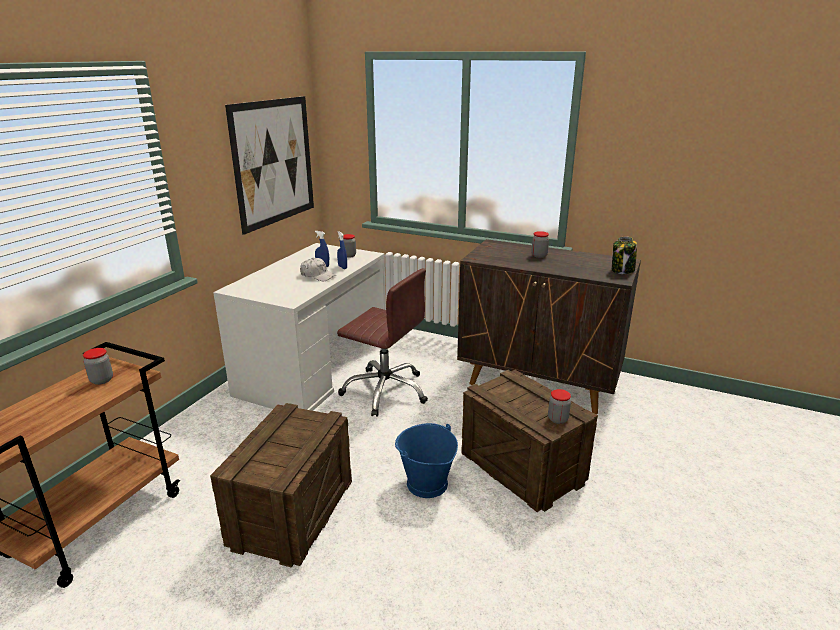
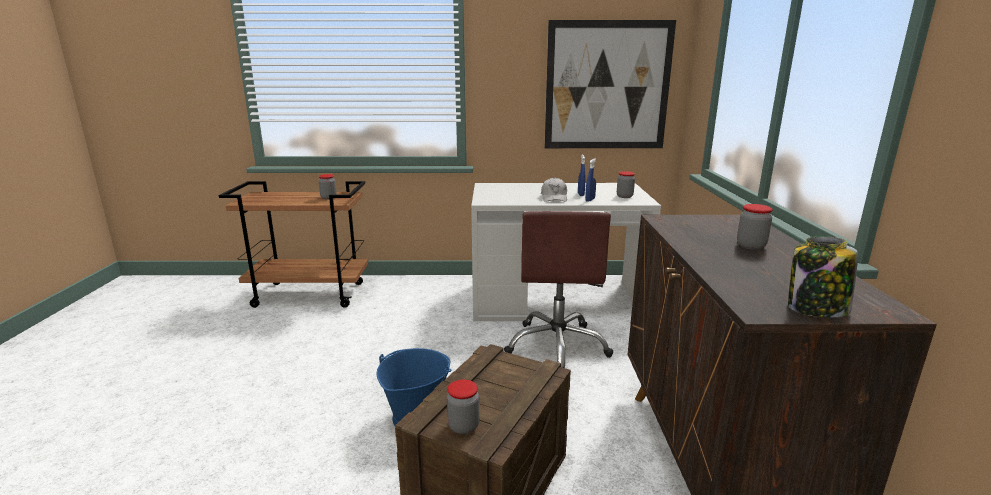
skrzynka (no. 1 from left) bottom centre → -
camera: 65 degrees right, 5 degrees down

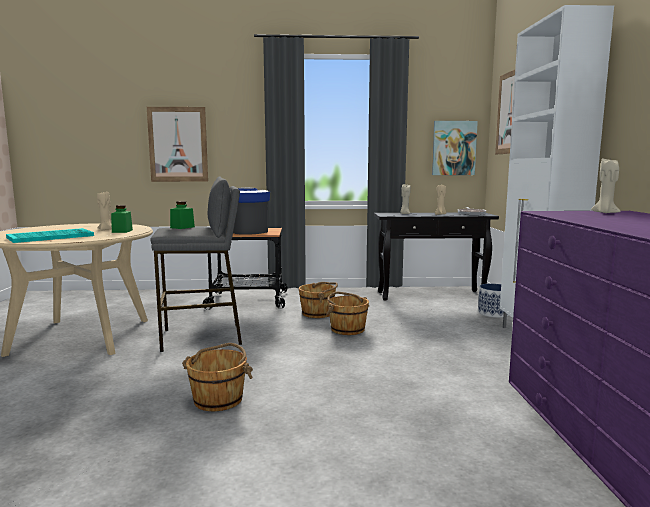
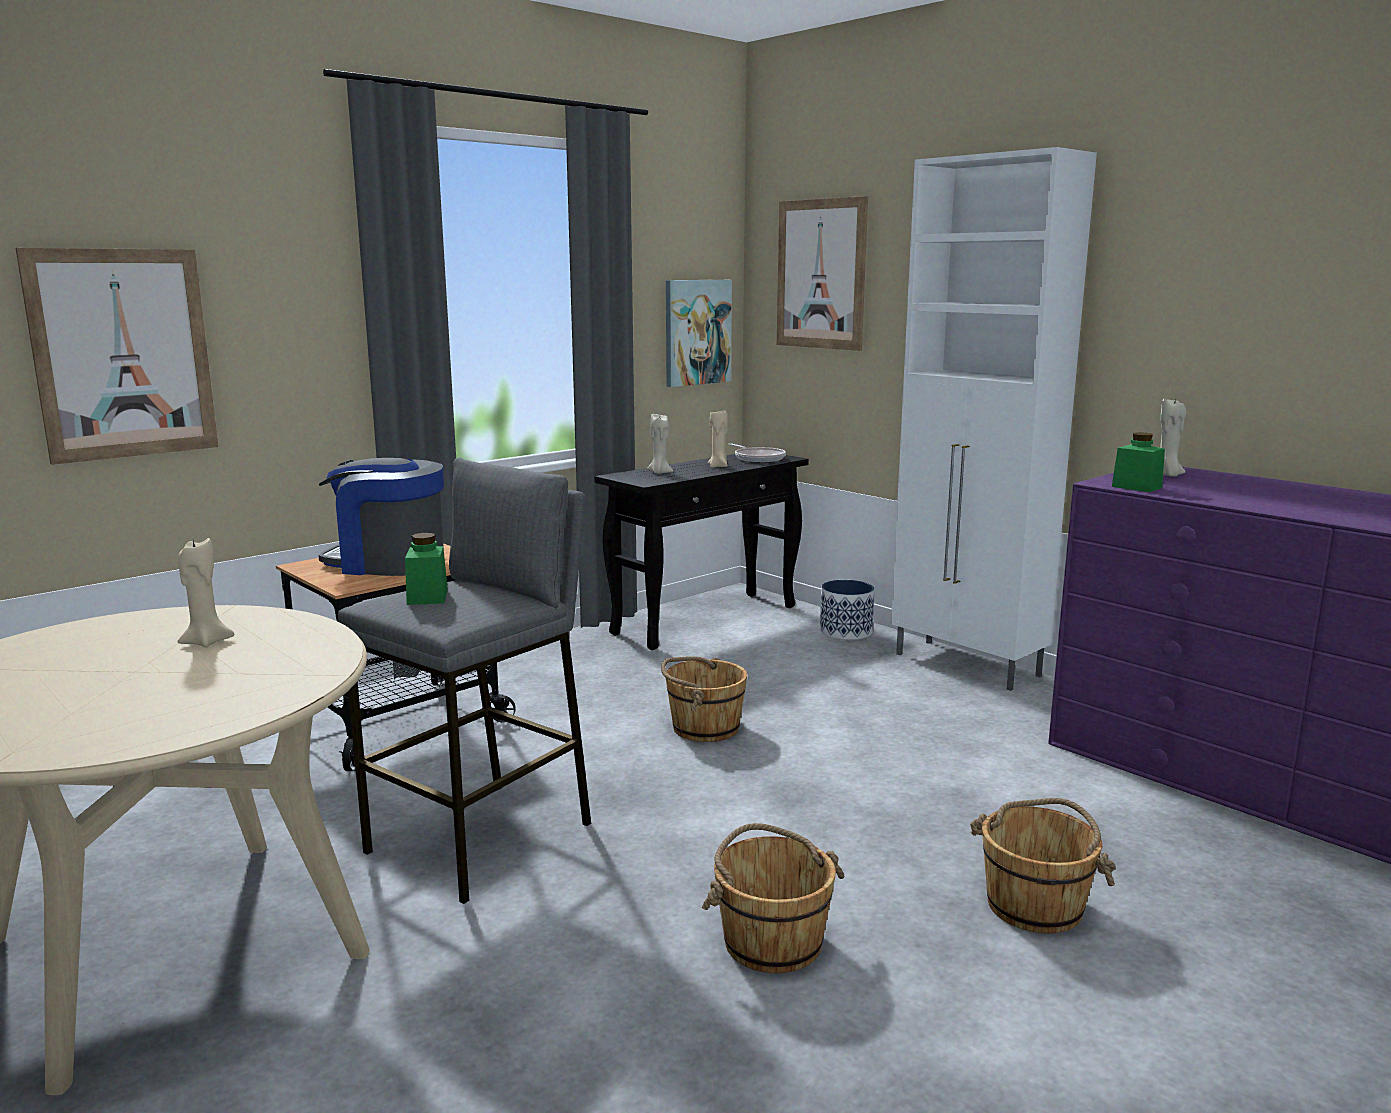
słoik/zielony (no. 1 from left in the first image) middle left → słoik/zielony (no. 2 from left) middle right, relocated
taca/turkusowy middle left → -
wiadro/brązowy (no. 2 from left in the first image) centre → wiadro/brązowy (no. 3 from left) bottom right, relocated
camera: 40 degrees left, 5 degrees up

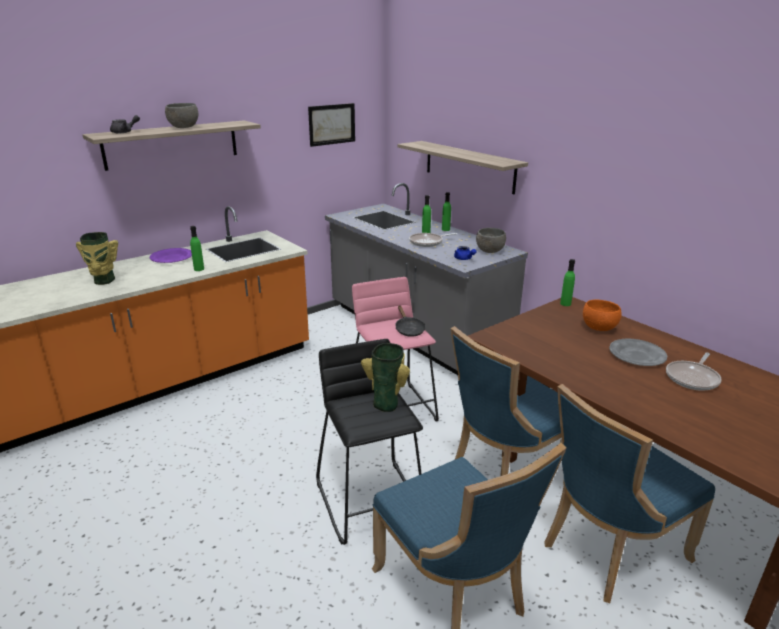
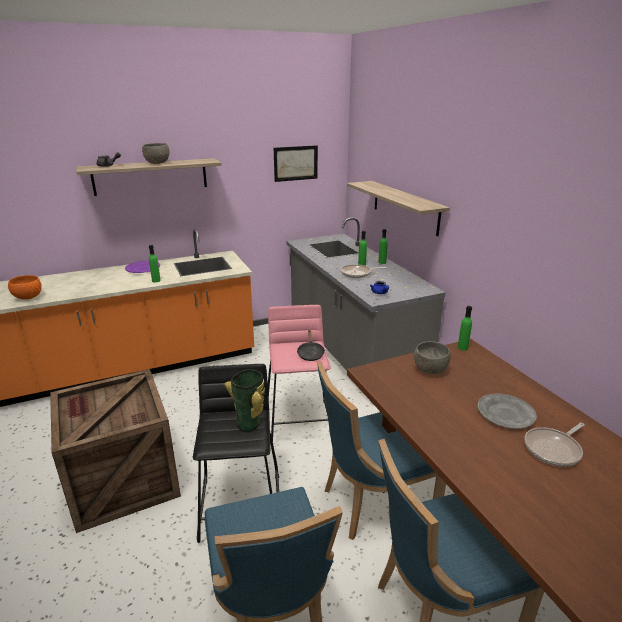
miska/szary (no. 2 from left) centre → miska/szary (no. 2 from left) middle right, relocated
wazon (no. 1 from left) middle left → -
miska/pomarańczowy middle right → miska/pomarańczowy middle left, relocated
- → skrzynka bottom left
camera: 15 degrees right, 0 degrees up

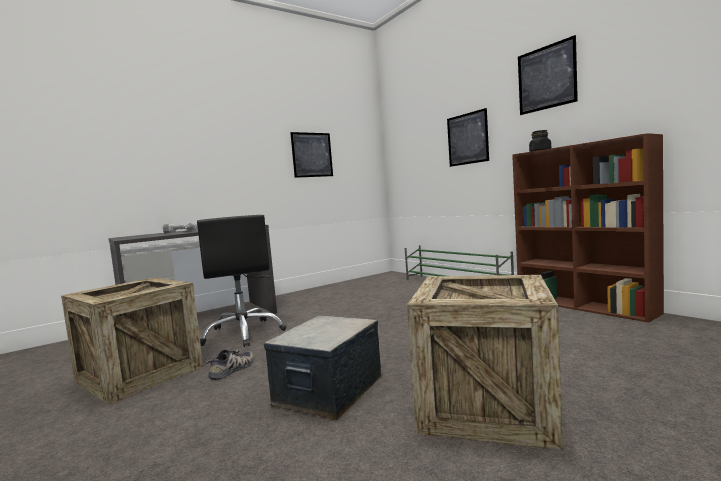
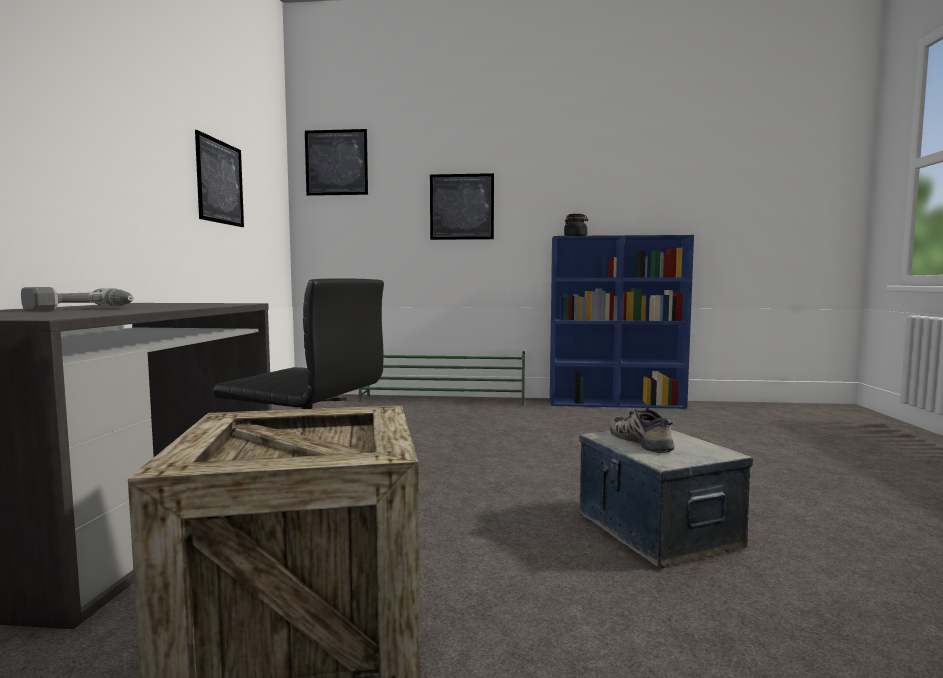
obraz (no. 3 from left in the first image) top right → obraz (no. 2 from left) top centre, relocated
regał/brązowy middle right → regał/niebieski centre
skrzynka (no. 2 from left) bottom right → -
but bottom left → but middle right, relocated
camera: 50 degrees left, 0 degrees up

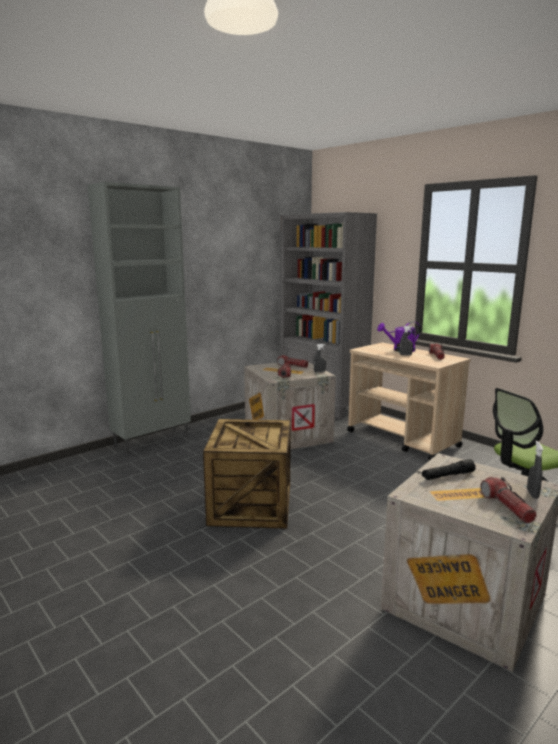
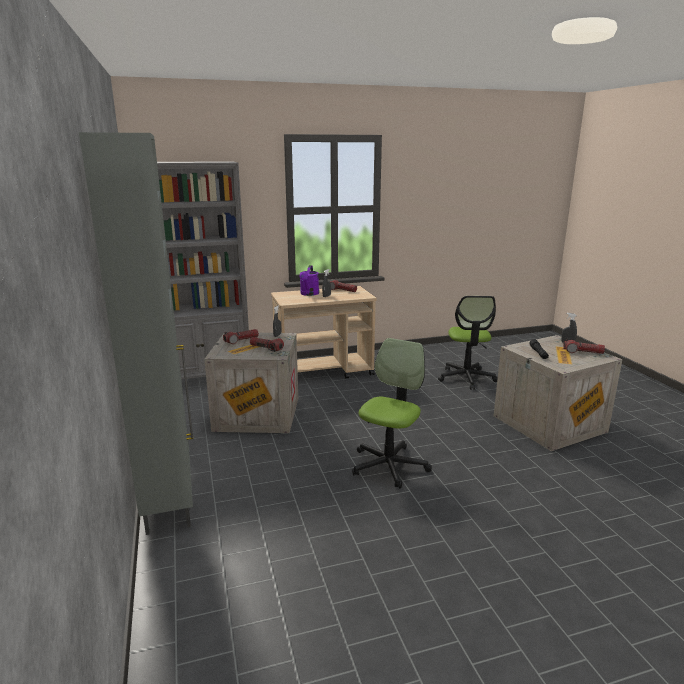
skrzynka (no. 1 from left) centre → krzesło biurowe (no. 1 from left) centre
camera: 65 degrees left, 5 degrees up

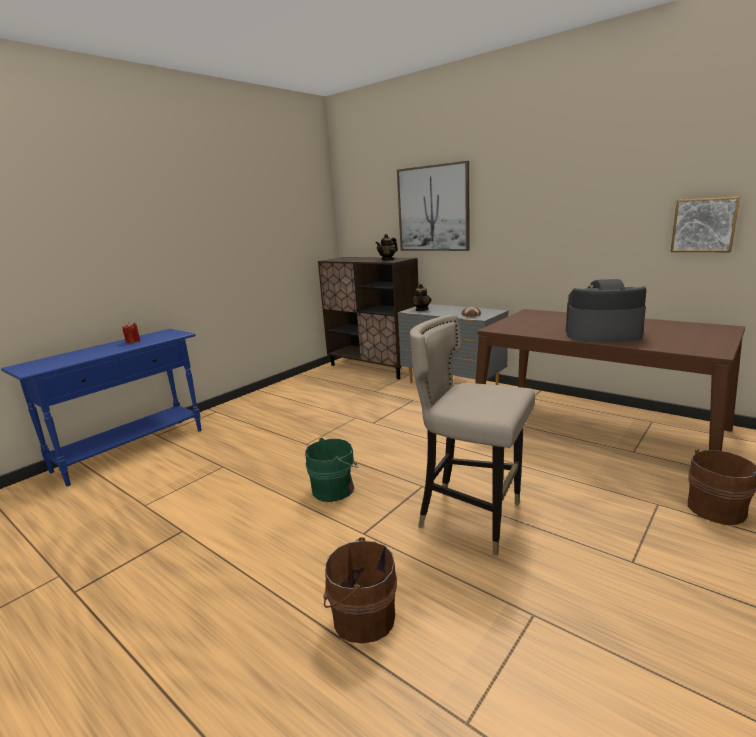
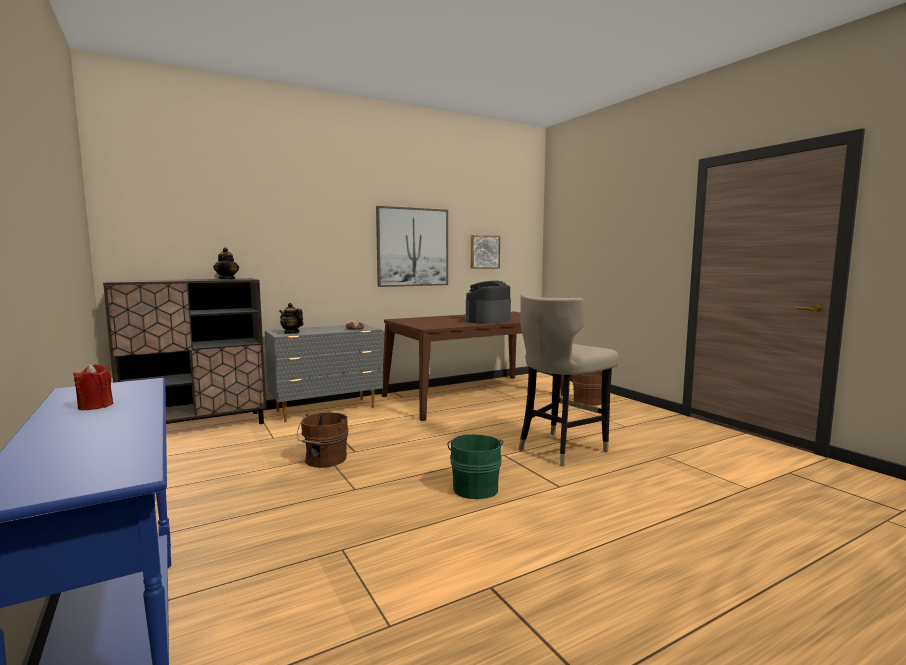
obraz (no. 1 from left) top centre → obraz (no. 1 from left) centre, relocated
wiadro/brązowy (no. 1 from left) bottom centre → wiadro/brązowy (no. 1 from left) centre, relocated
camera: 70 degrees left, 10 degrees down

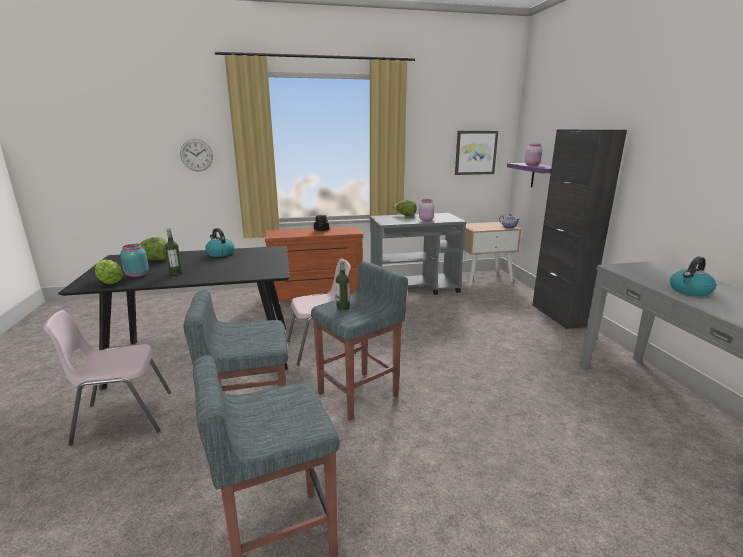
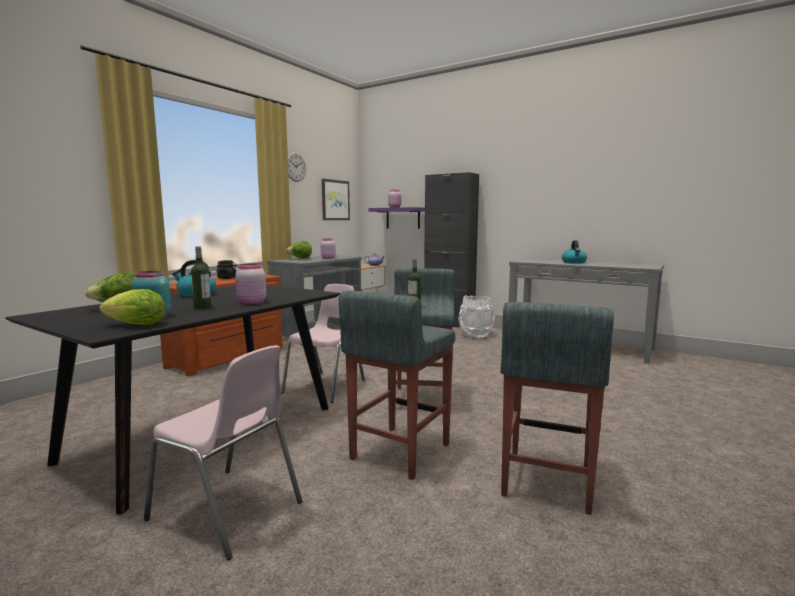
zegar ścienny top left → zegar ścienny top centre, relocated
krzesło/różowy (no. 1 from left) bottom left, 90 degrees counterclockwise
- → słoik/różowy (no. 1 from left) middle left
- → wiadro/biały centre
camera: 45 degrees left, 10 degrees down

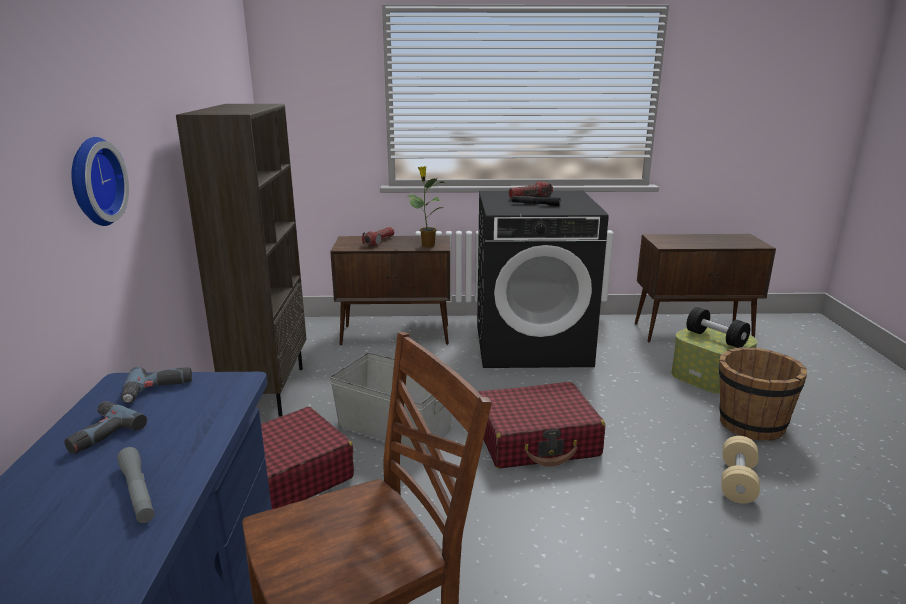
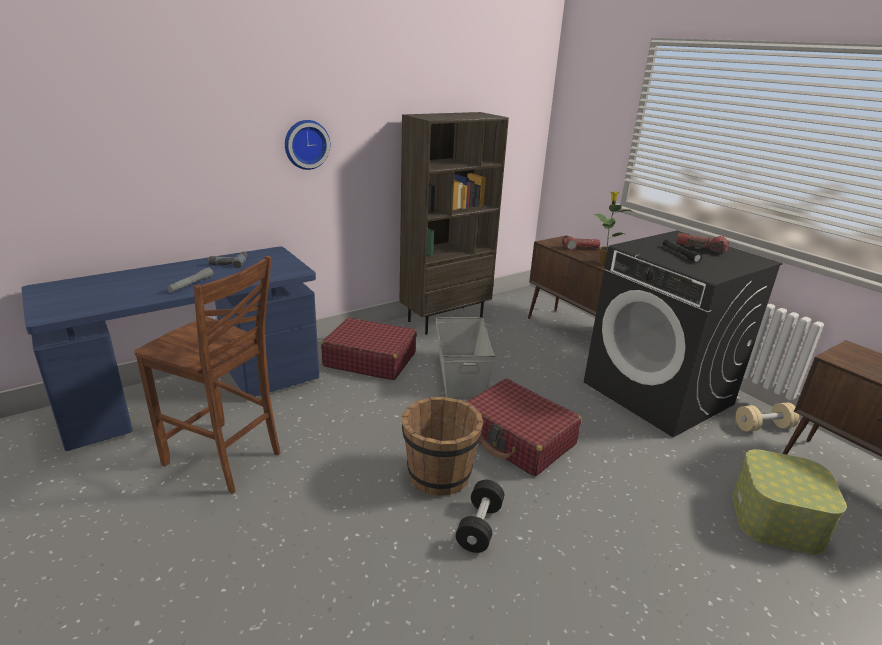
hantel/czarny middle right → hantel/czarny bottom centre, relocated
wiadro/brązowy middle right → wiadro/brązowy bottom centre, relocated
wiertarka (no. 2 from left) middle left → -
hantel/beżowy bottom right → hantel/beżowy middle right, relocated
camera: 55 degrees right, 5 degrees up

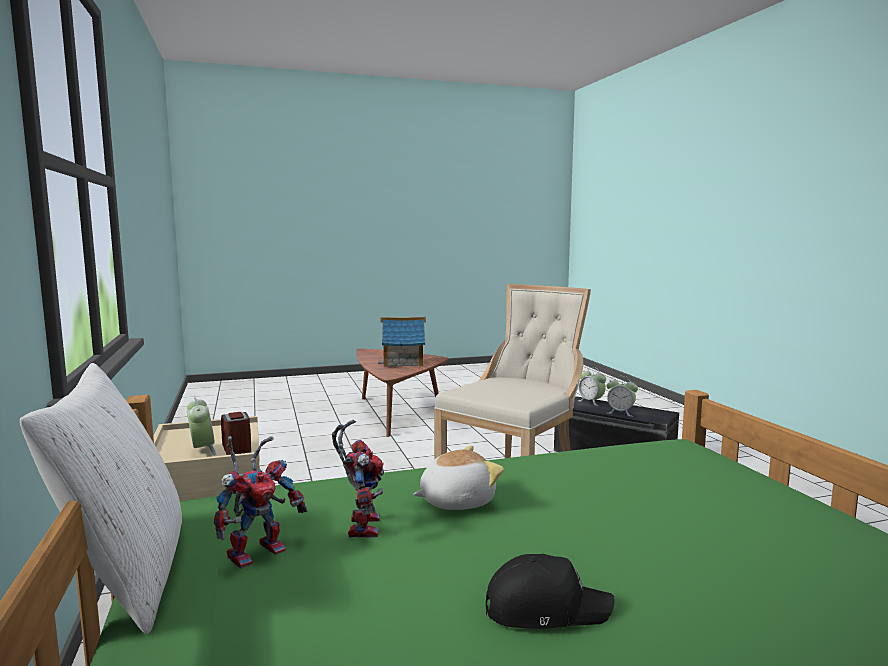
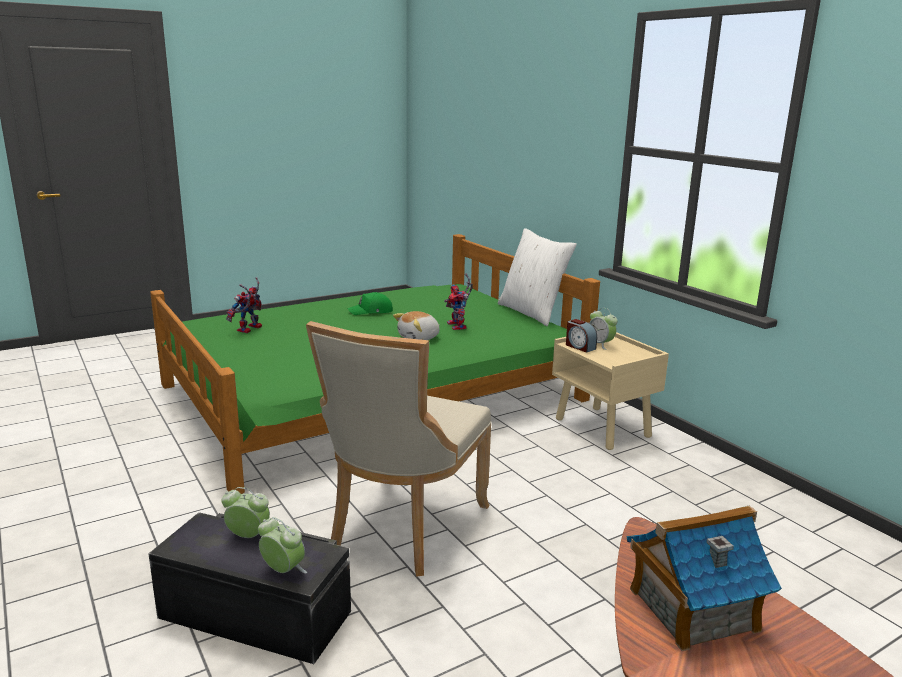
robot zabawkowy (no. 1 from left) bottom left → robot zabawkowy (no. 1 from left) middle left, relocated
czapka z daszkiem/czarny bottom centre → czapka z daszkiem/zielony centre
camera: 165 degrees right, 10 degrees up

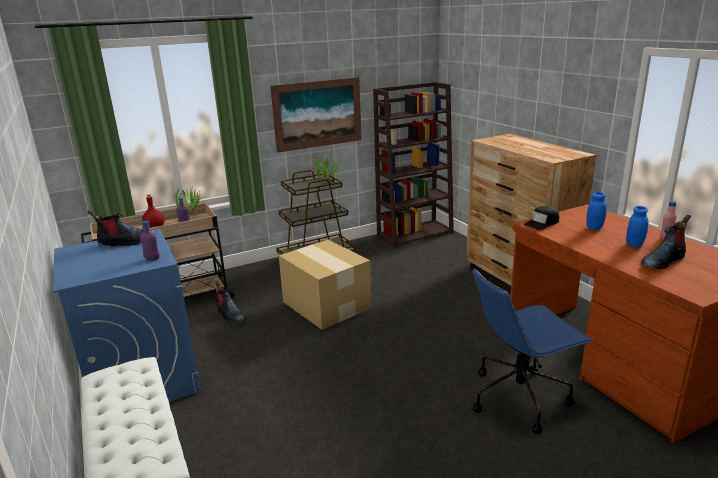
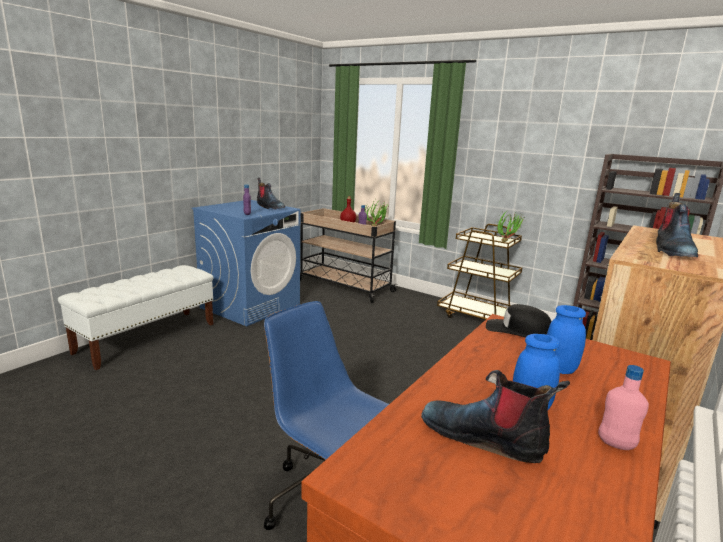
obraz top centre → -
karton centre → -
but z cholewką (no. 2 from left in the first image) middle left → but z cholewką (no. 3 from left) middle right, relocated
camera: 60 degrees right, 5 degrees down

